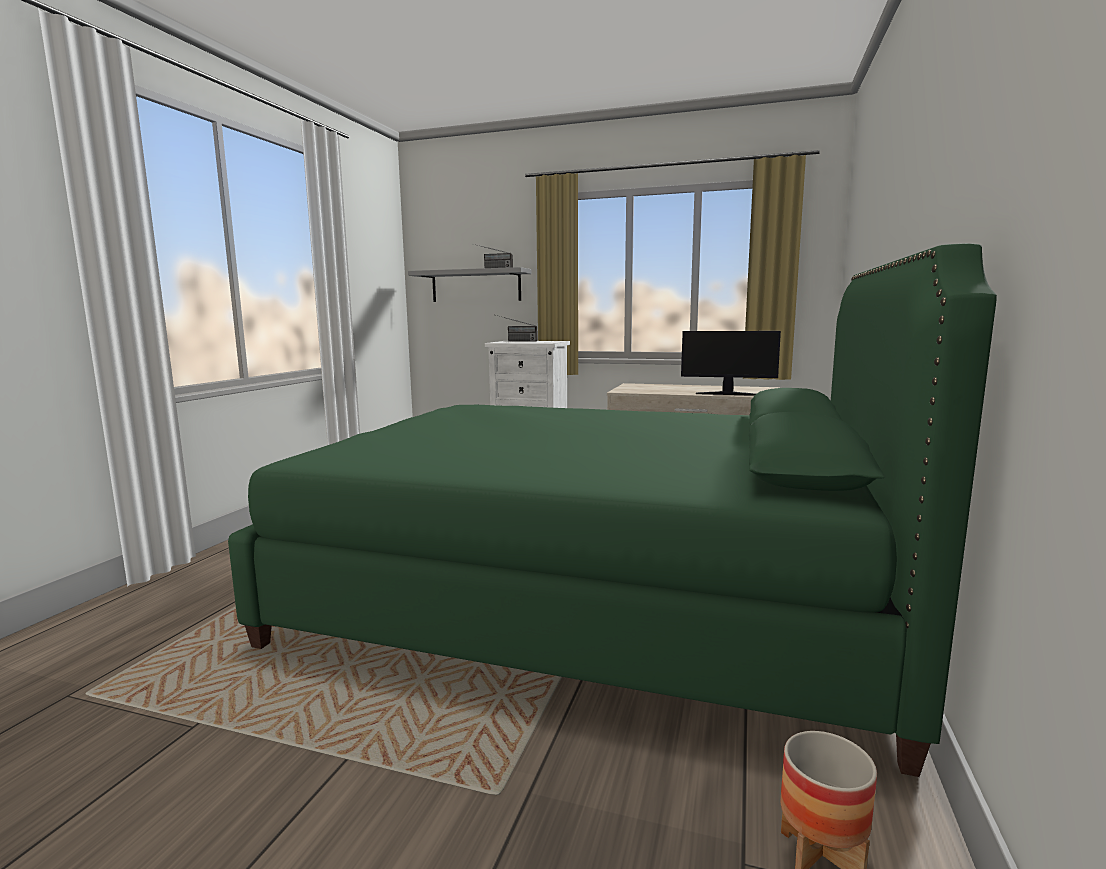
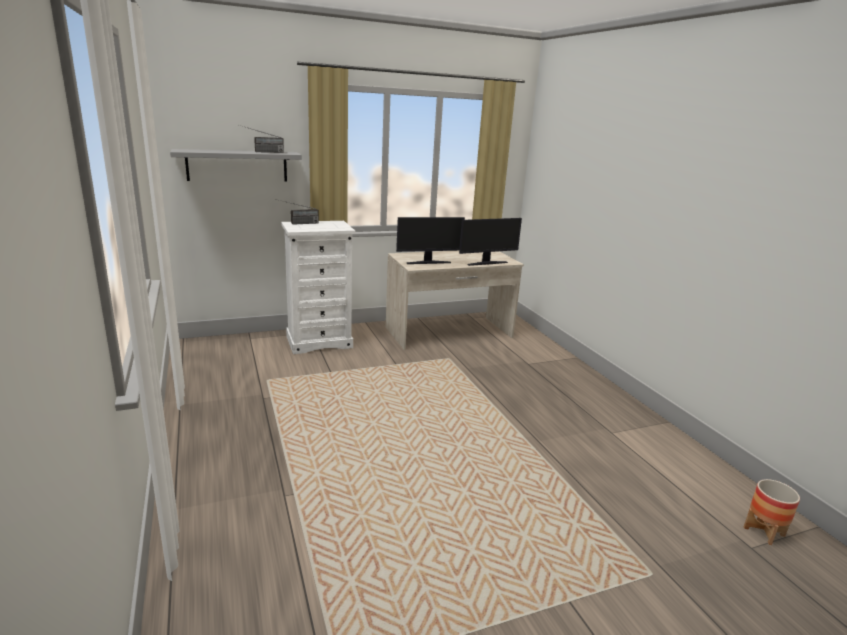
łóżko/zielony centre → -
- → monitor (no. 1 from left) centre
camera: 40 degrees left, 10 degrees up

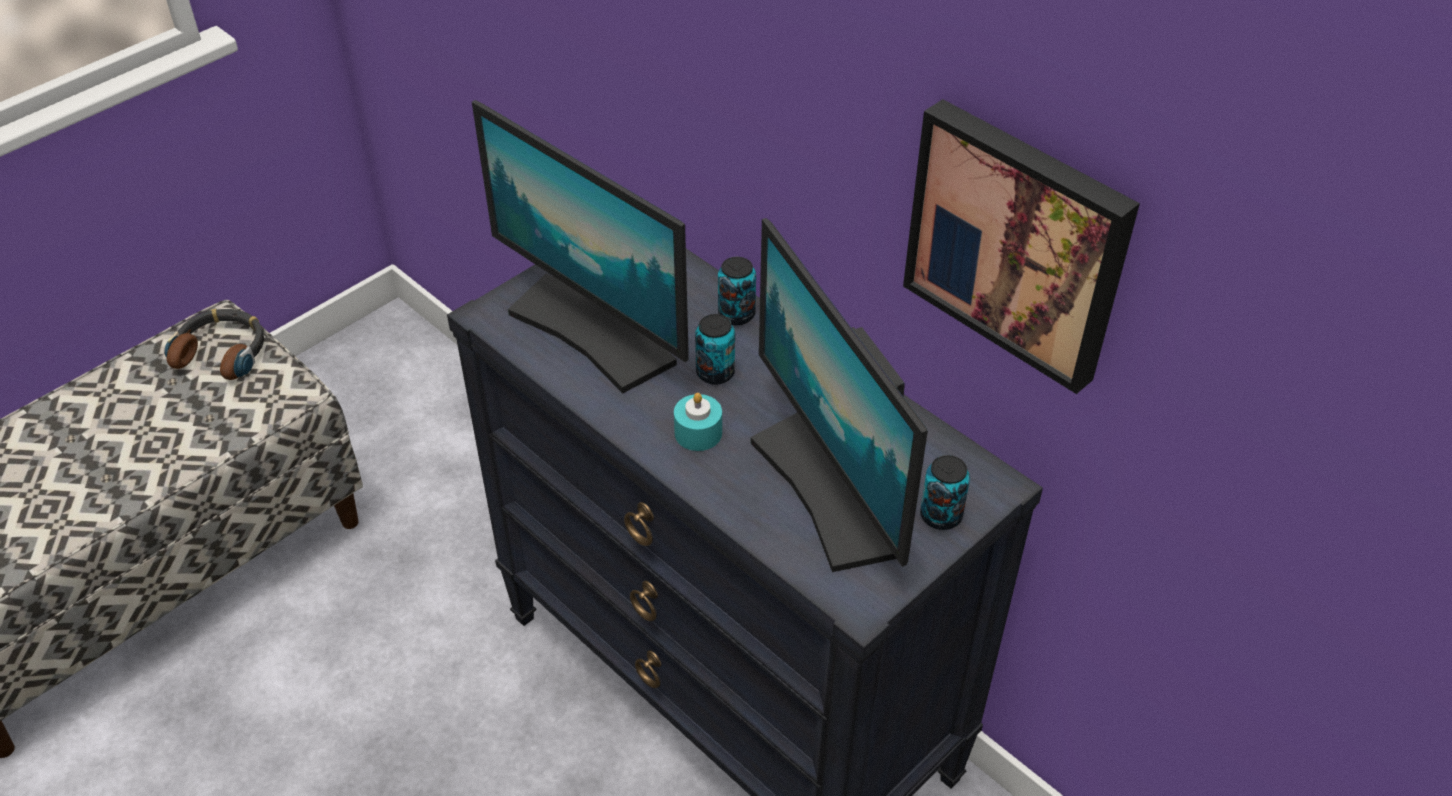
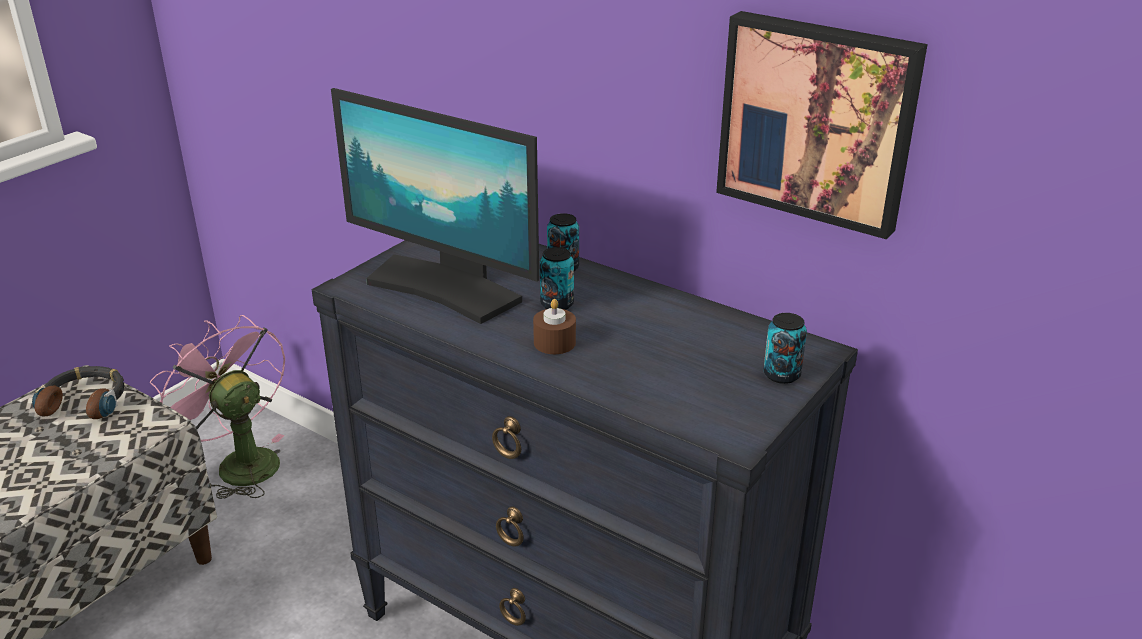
monitor (no. 2 from left) centre → -
świeca/turkusowy centre → świeca/brązowy centre
- → wentylator/różowy middle left
camera: 10 degrees left, 15 degrees down

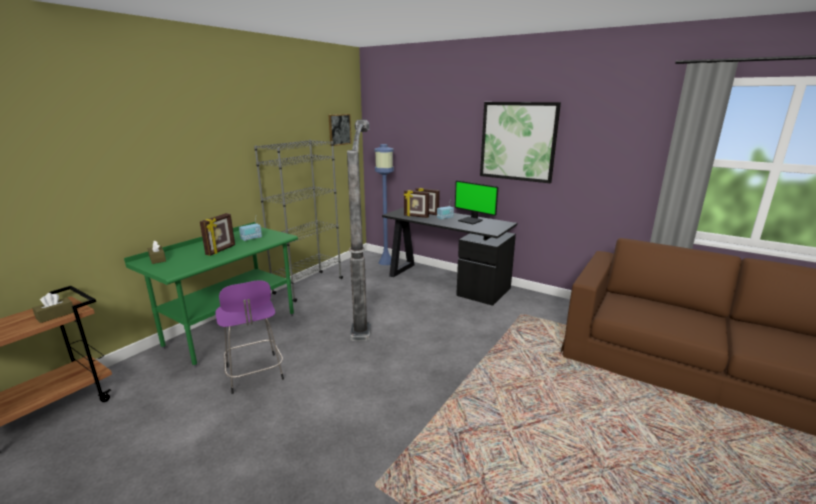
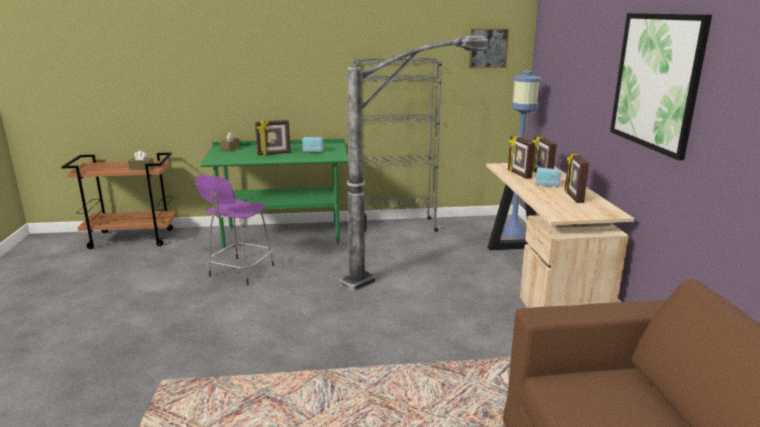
monitor centre → ramka na zdjęcie (no. 4 from left) middle right
biurko/czarny centre → biurko/beżowy middle right
camera: 50 degrees right, 0 degrees up

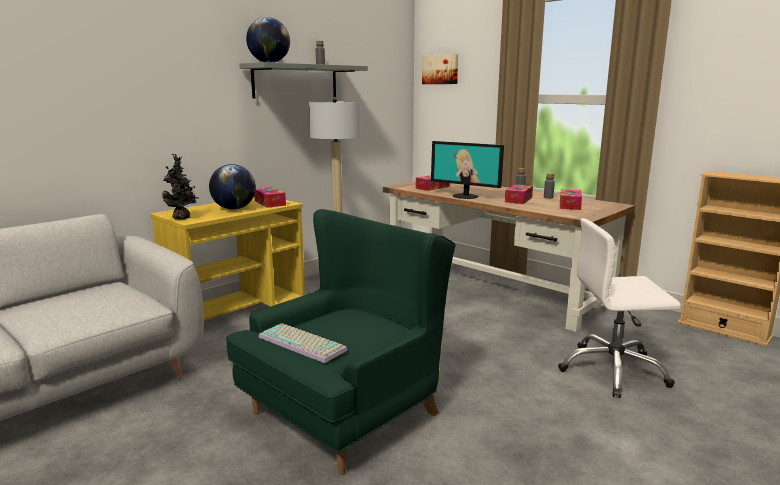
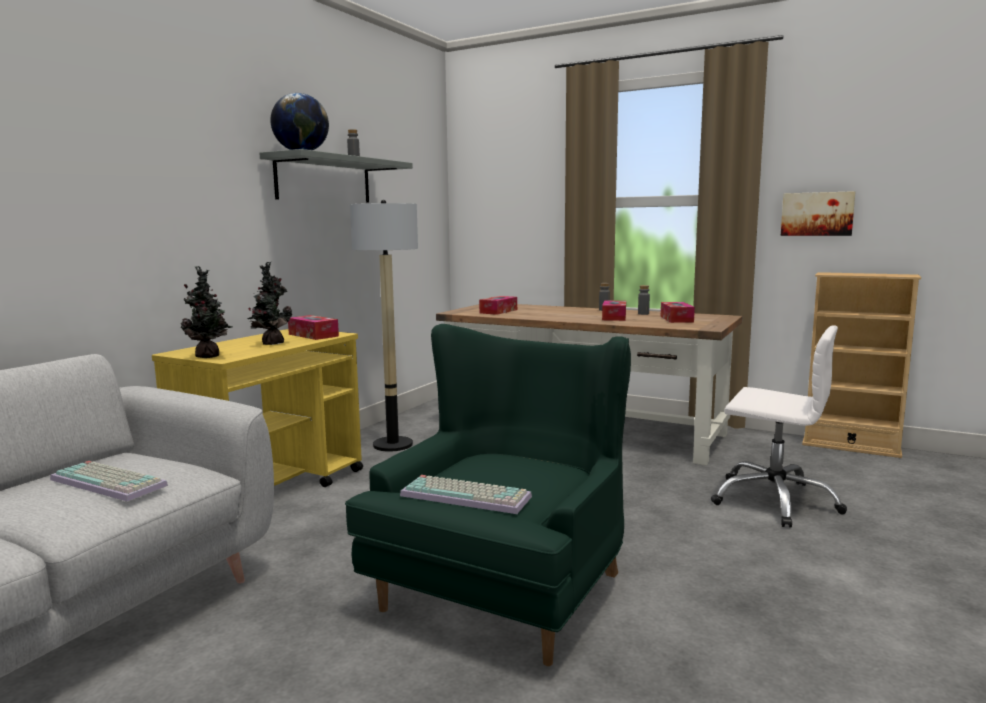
obraz top centre → obraz top right, relocated
monitor centre → -
globus (no. 1 from left) middle left → roślina doniczkowa (no. 2 from left) middle left
krzesło biurowe/biały middle right, 135 degrees counterclockwise
- → klawiatura (no. 1 from left) bottom left
camera: 15 degrees left, 5 degrees down

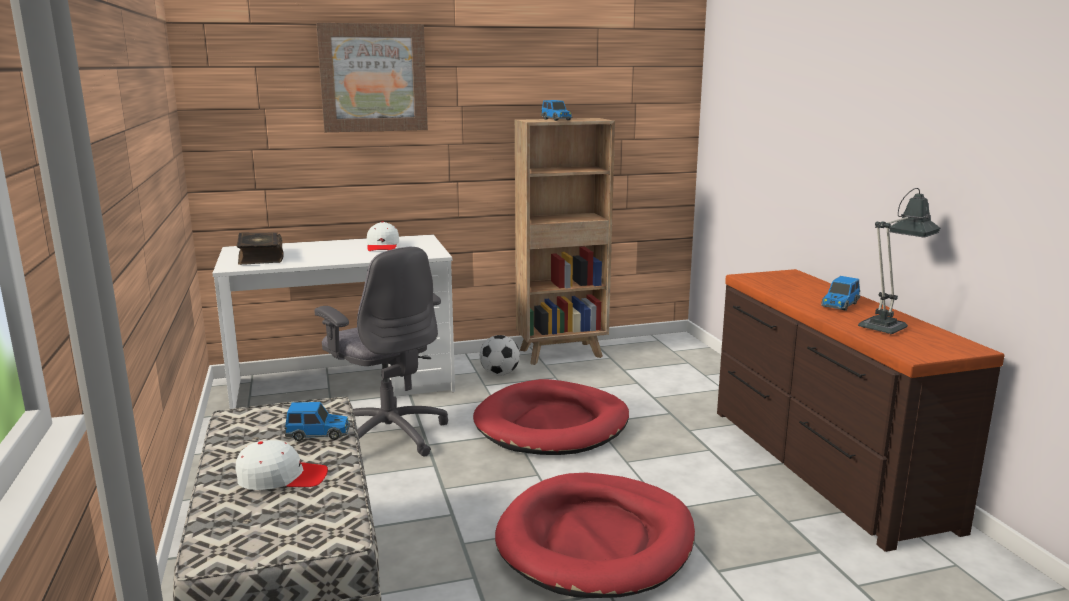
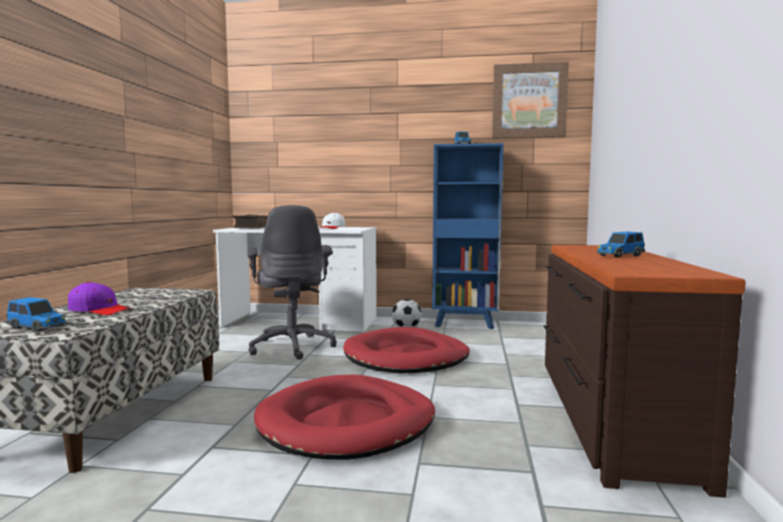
obraz top centre → obraz top right, relocated
regał/brązowy centre → regał/niebieski centre
lampa stołowa middle right → -
samochodzik (no. 1 from left) bottom left → samochodzik (no. 1 from left) middle left, relocated
czapka z daszkiem/biały (no. 1 from left) bottom left → czapka z daszkiem/fioletowy middle left
camera: 25 degrees right, 10 degrees down

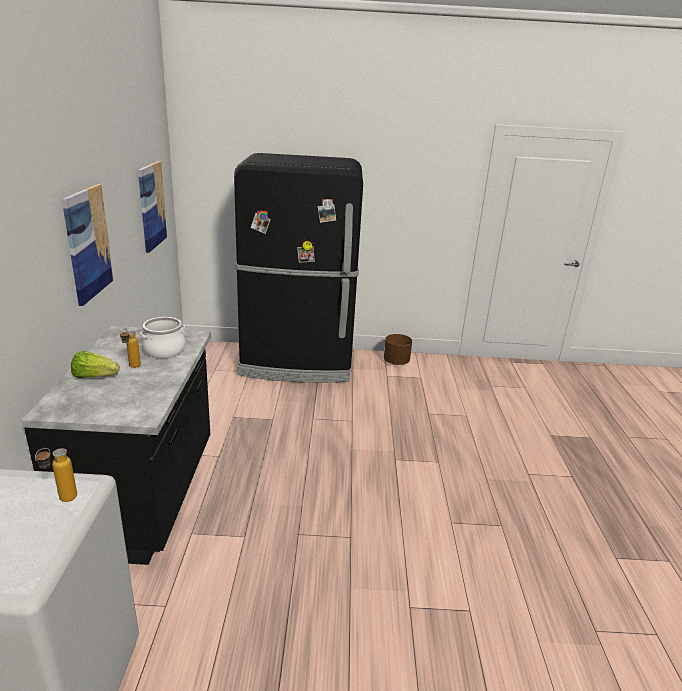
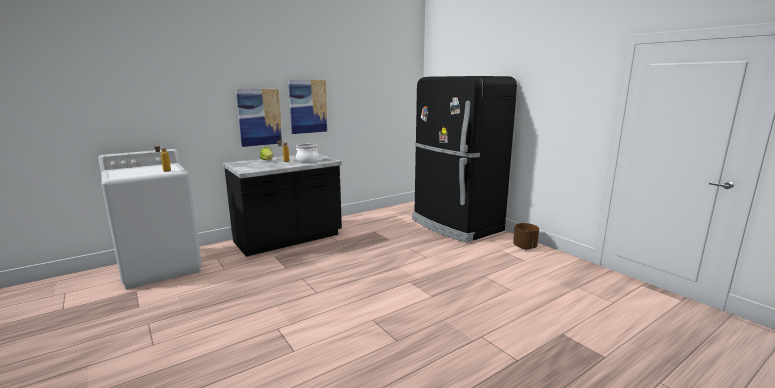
obraz (no. 2 from left in the first image) top left → obraz (no. 1 from left) top centre, relocated
camera: 55 degrees right, 10 degrees down

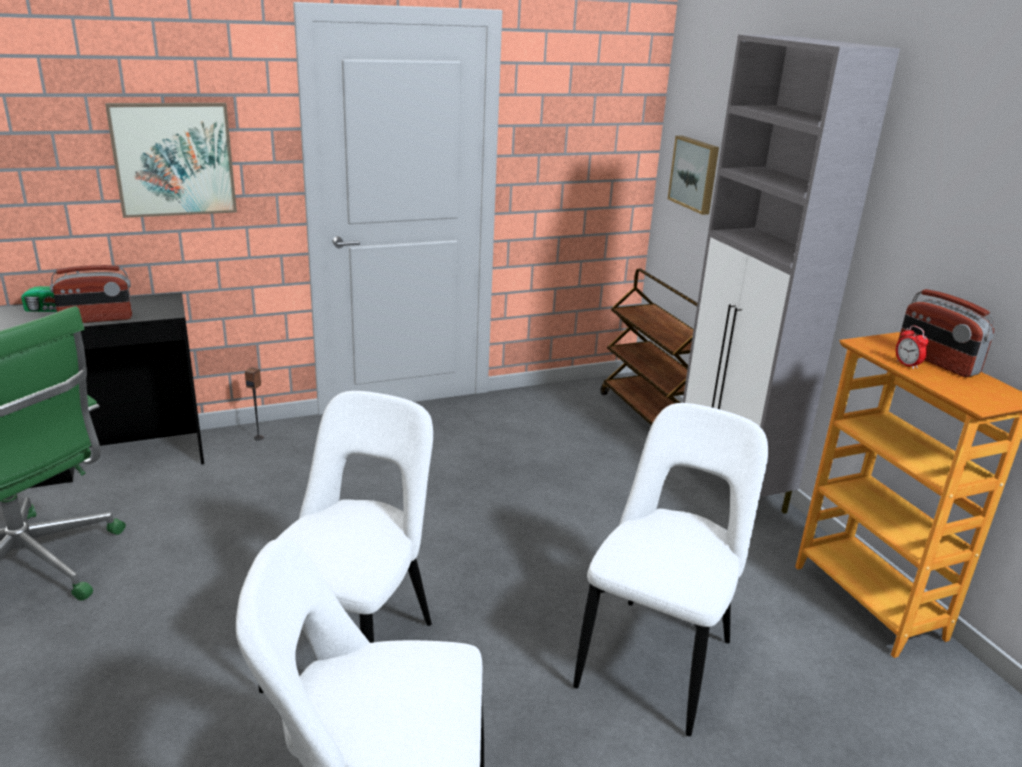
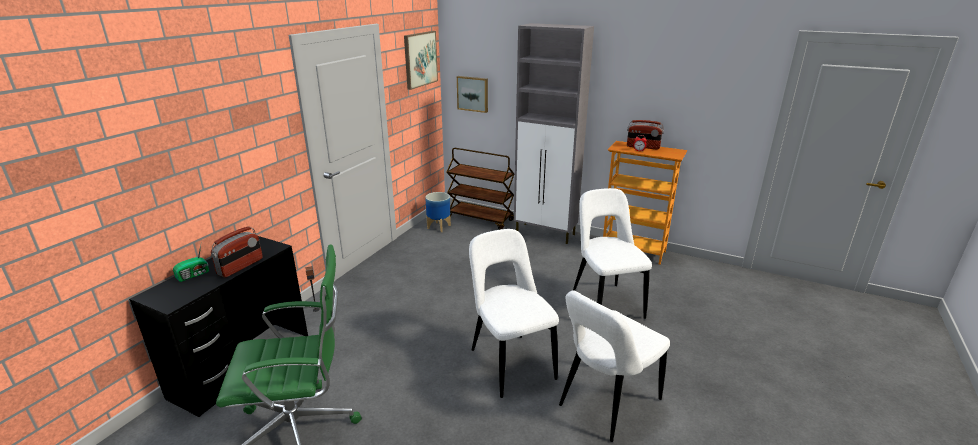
obraz (no. 1 from left) top left → obraz (no. 1 from left) top centre, relocated
- → donica centre
camera: 40 degrees left, 0 degrees up

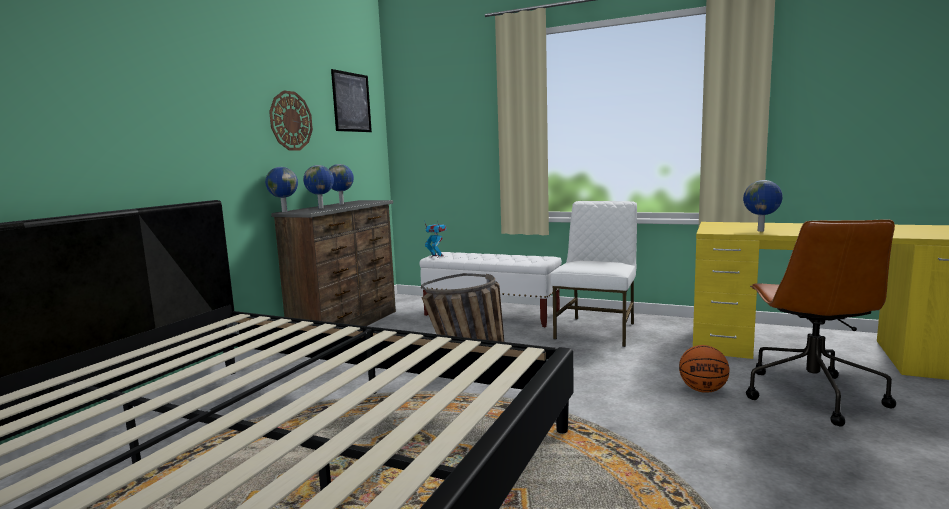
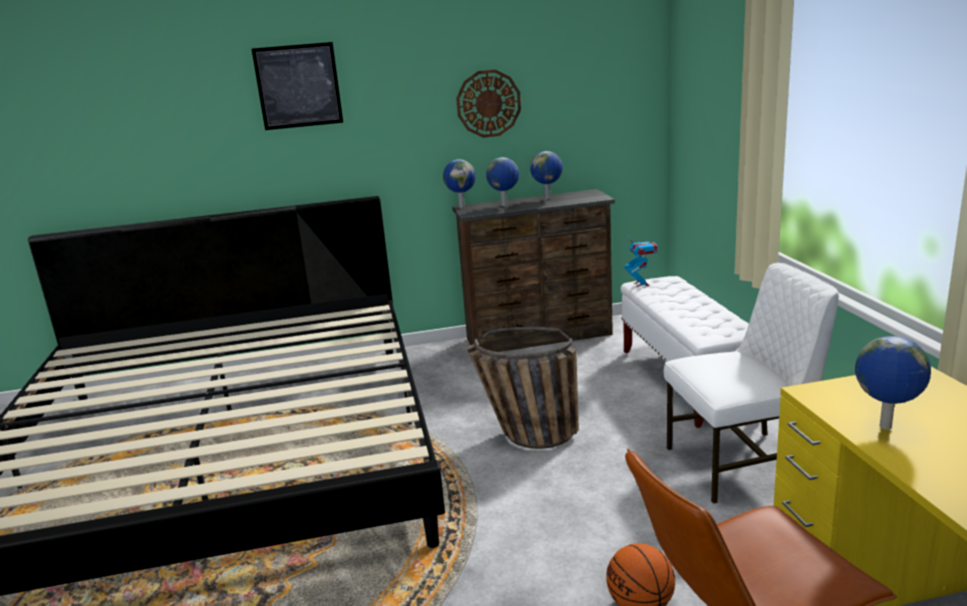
obraz top centre → obraz top left, relocated
camera: 55 degrees right, 10 degrees up

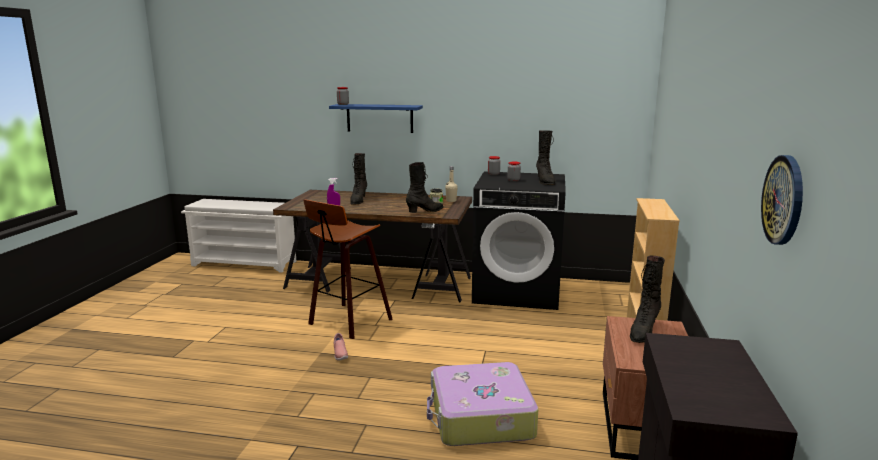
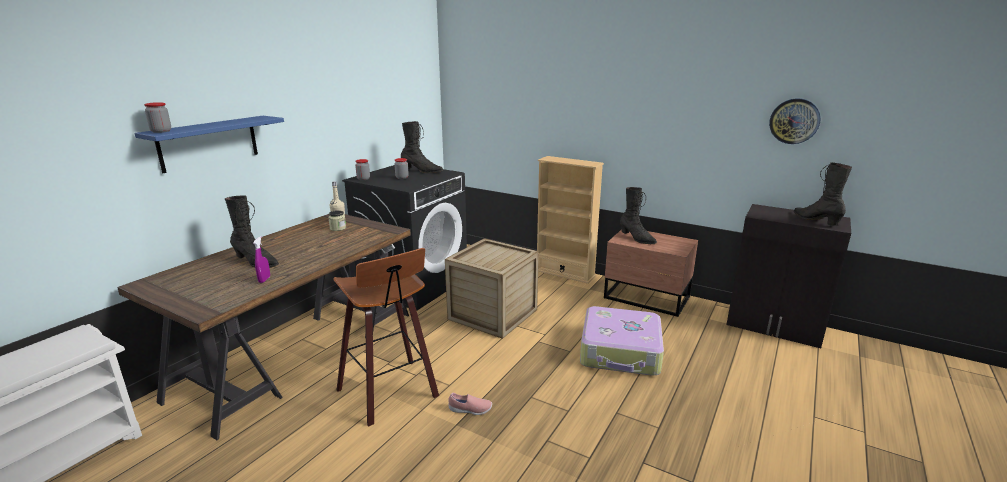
but z cholewką/czarny (no. 2 from left in the first image) centre → but z cholewką/czarny (no. 4 from left) middle right, relocated
- → skrzynka centre
camera: 70 degrees left, 5 degrees up

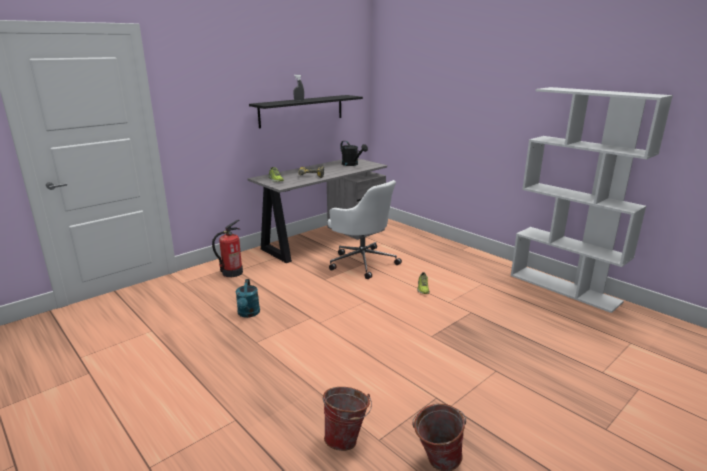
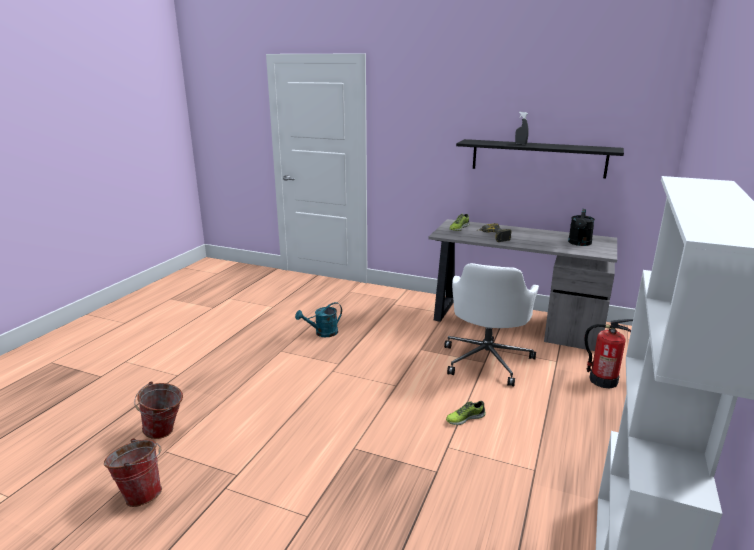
gaśnica middle left → gaśnica middle right, relocated
camera: 65 degrees right, 0 degrees up

